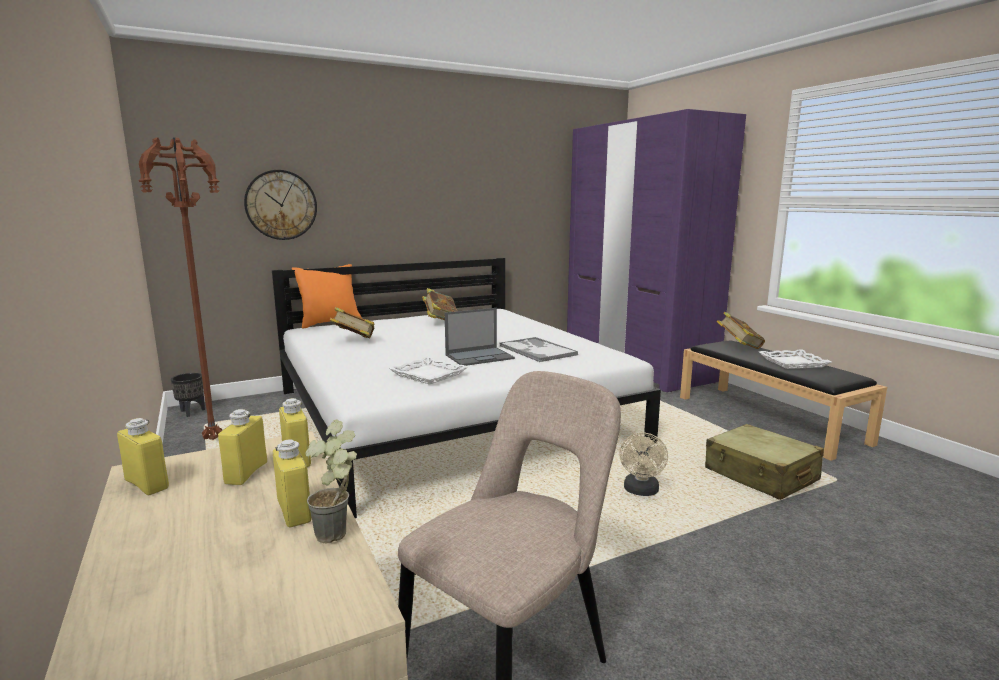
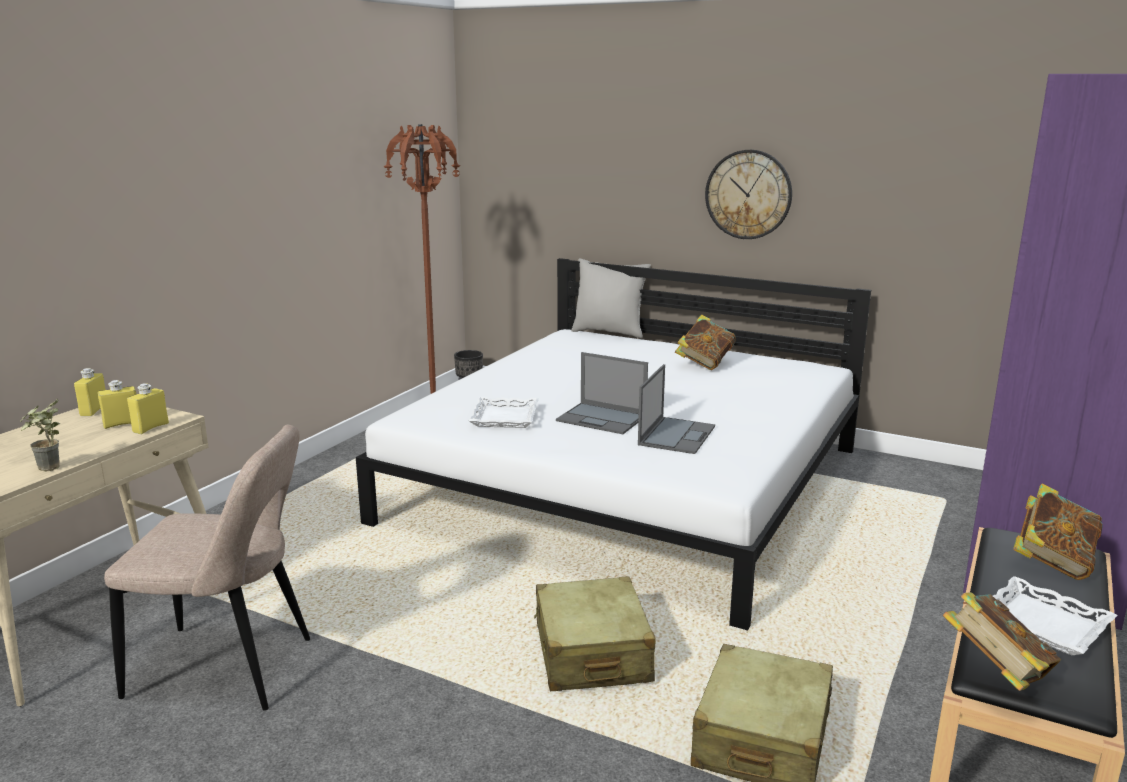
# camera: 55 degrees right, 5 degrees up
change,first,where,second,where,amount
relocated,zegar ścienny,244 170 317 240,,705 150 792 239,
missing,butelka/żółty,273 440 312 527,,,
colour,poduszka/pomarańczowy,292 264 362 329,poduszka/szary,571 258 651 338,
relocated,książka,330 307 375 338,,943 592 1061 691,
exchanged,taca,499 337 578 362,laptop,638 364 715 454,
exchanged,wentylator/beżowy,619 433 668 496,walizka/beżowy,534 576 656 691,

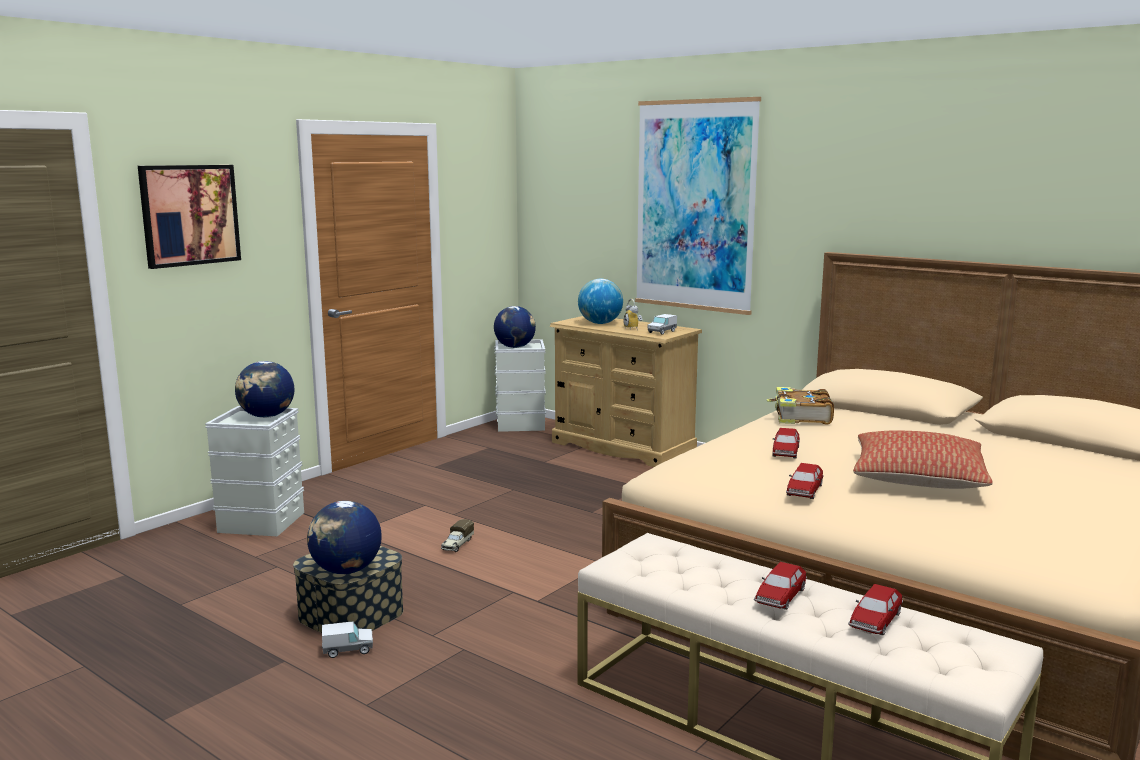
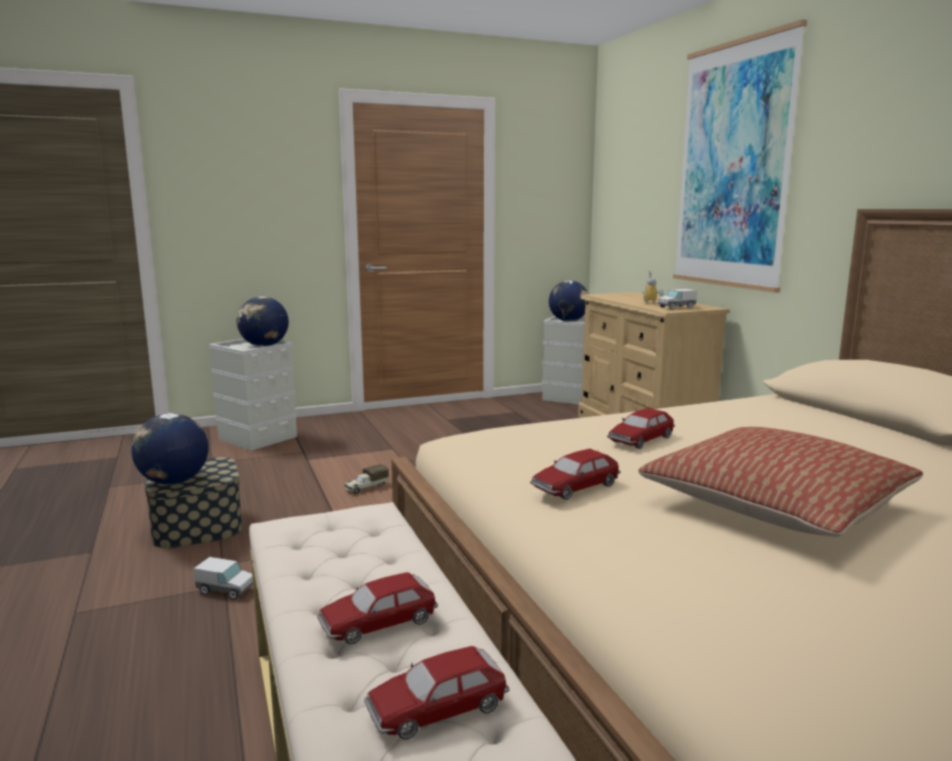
# camera: 30 degrees right, 0 degrees up
change,first,where,second,where,amount
missing,obraz,138 165 241 269,,,
relocated,ciężarówka zabawkowa,322 621 373 658,,193 557 253 599,
missing,globus,578 279 623 324,,,
missing,książka,766 387 834 424,,,

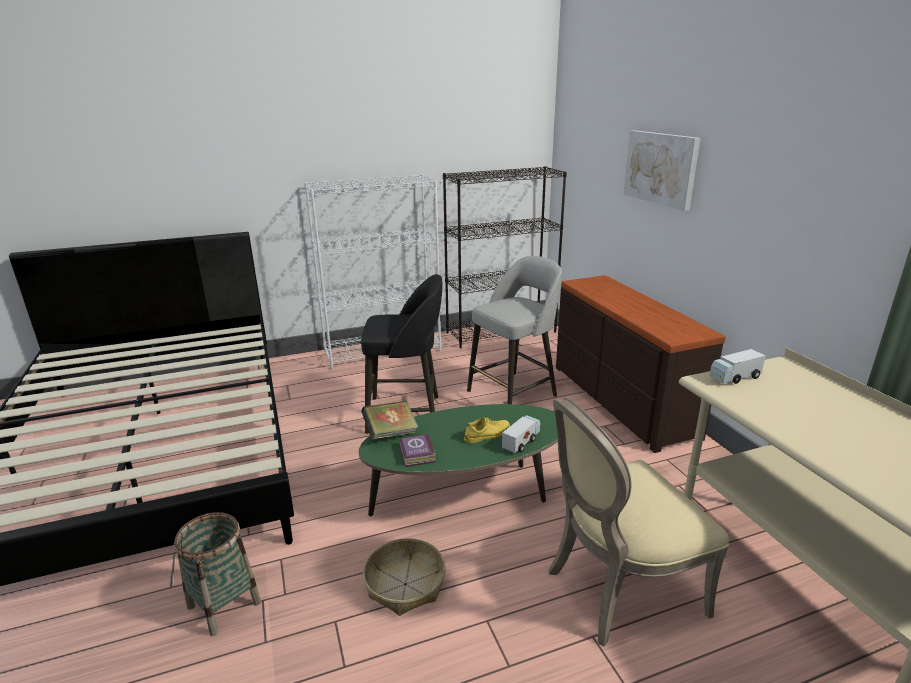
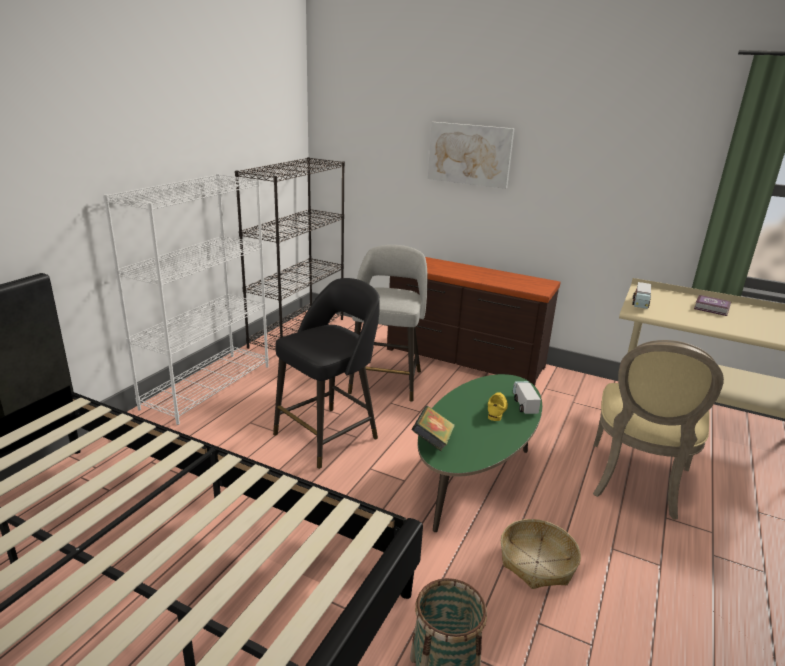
# camera: 45 degrees left, 0 degrees up
change,first,where,second,where,amount
relocated,książka,399 433 436 467,,694 295 732 316,

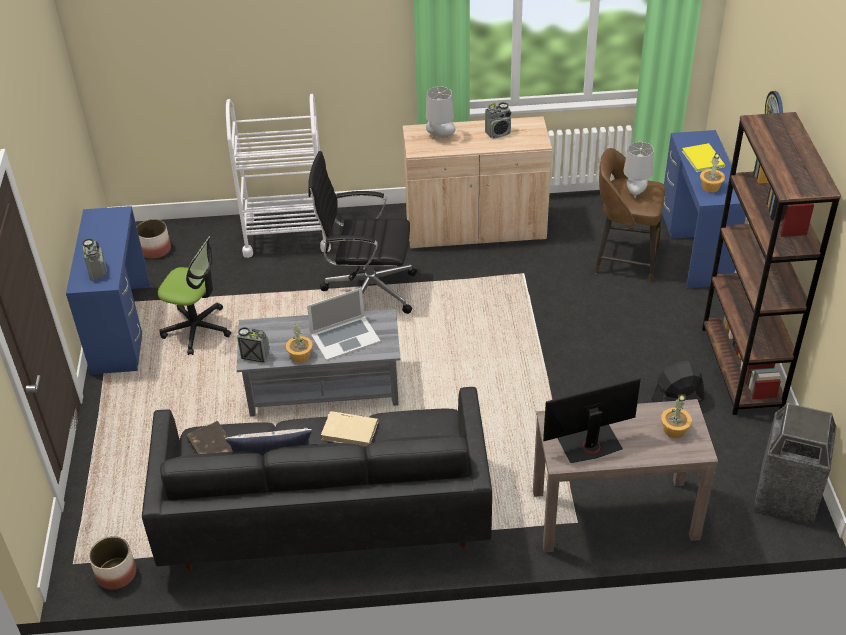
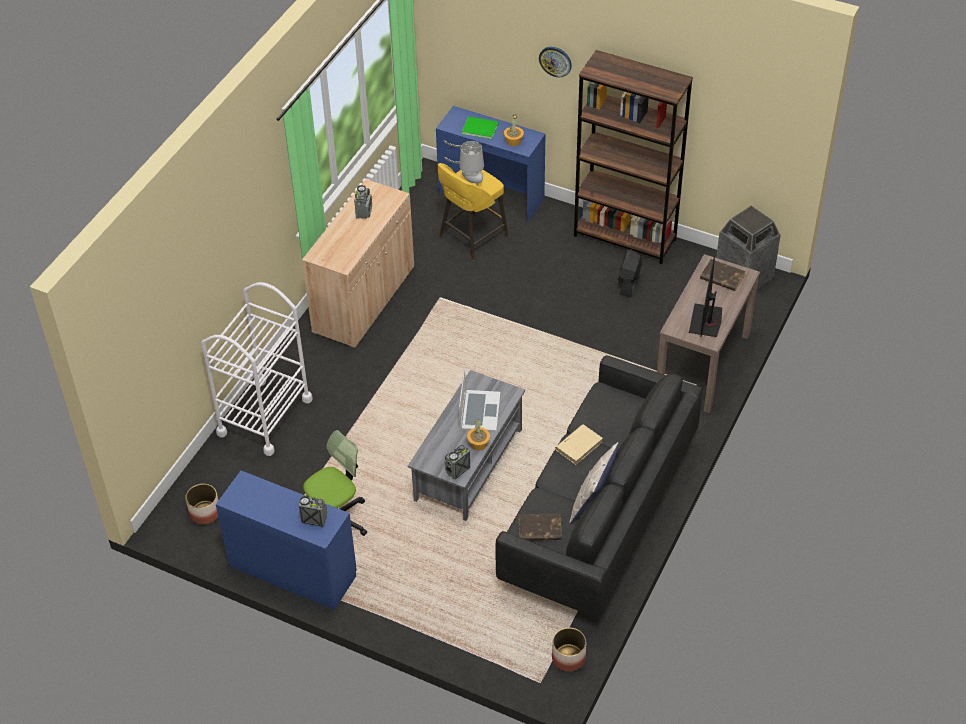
# camera: 60 degrees left, 5 degrees up
change,first,where,second,where,amount
missing,krzesło biurowe/czarny,308 151 417 314,,,
missing,lampa stołowa/szary,426 86 456 139,,,
colour,stołek/brązowy,594 148 665 282,stołek/żółty,438 163 508 260,
exchanged,roślina doniczkowa,661 394 692 438,książka/brązowy,700 259 746 291,
colour,książka/żółty,682 143 725 172,książka/zielony,462 117 499 139,

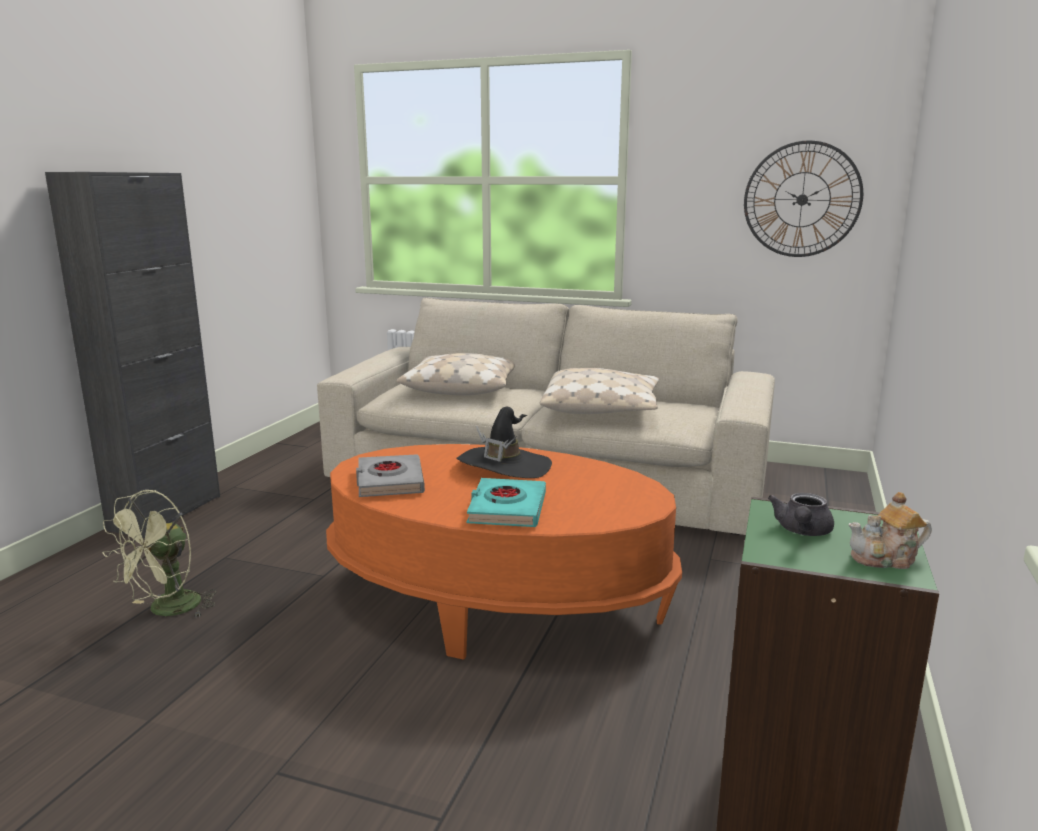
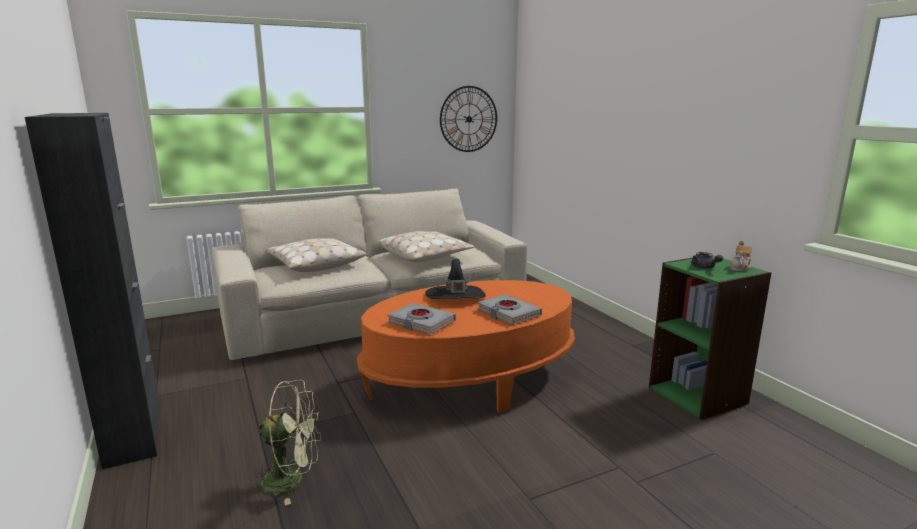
# camera: 45 degrees left, 0 degrees up
change,first,where,second,where,amount
spun,wentylator/zielony,102 490 216 618,,253 380 321 506,75 degrees counterclockwise
colour,książka/turkusowy,466 478 546 527,książka/szary,477 294 542 325,

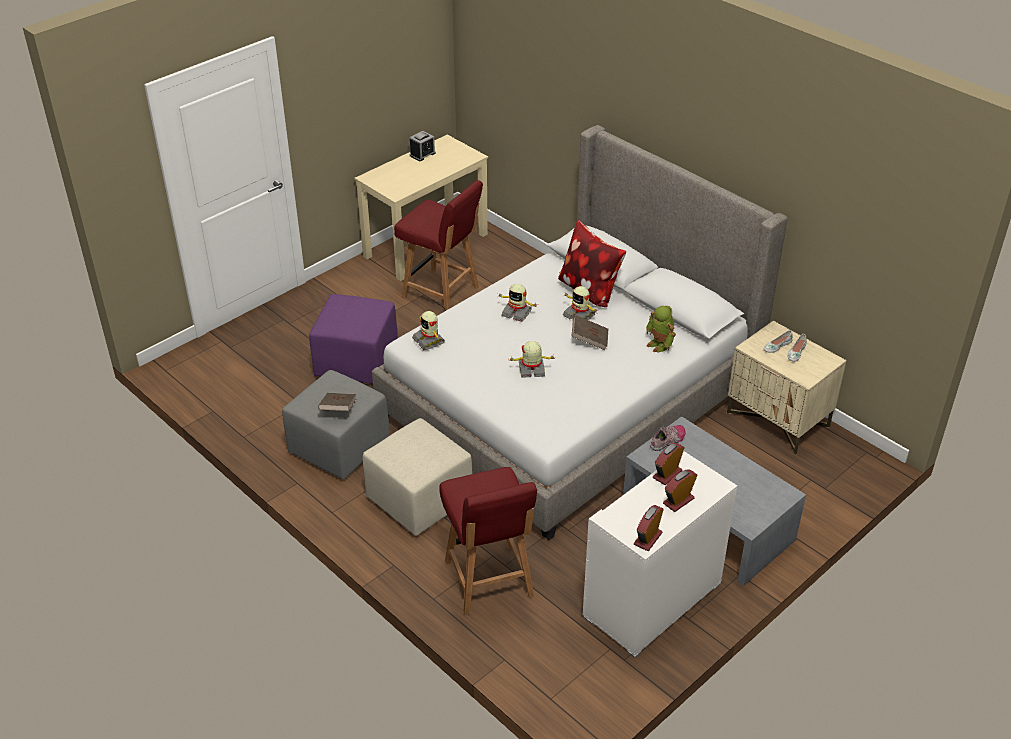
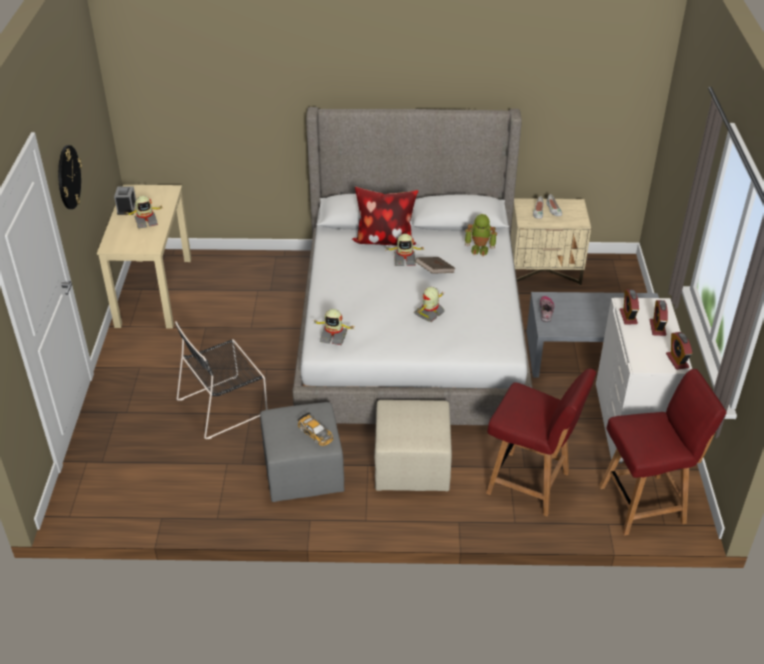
# camera: 45 degrees left, 0 degrees up
change,first,where,second,where,amount
exchanged,pufa/fioletowy,309 294 398 384,krzesło/czarny,175 321 268 439,
exchanged,książka/brązowy,318 393 356 411,samochodzik,297 412 334 446,
relocated,krzesło/czerwony,394 180 483 311,,599 369 726 535,
relocated,robot zabawkowy,497 284 538 322,,126 196 164 229,
appeared,,,zegar ścienny,58 145 82 209,

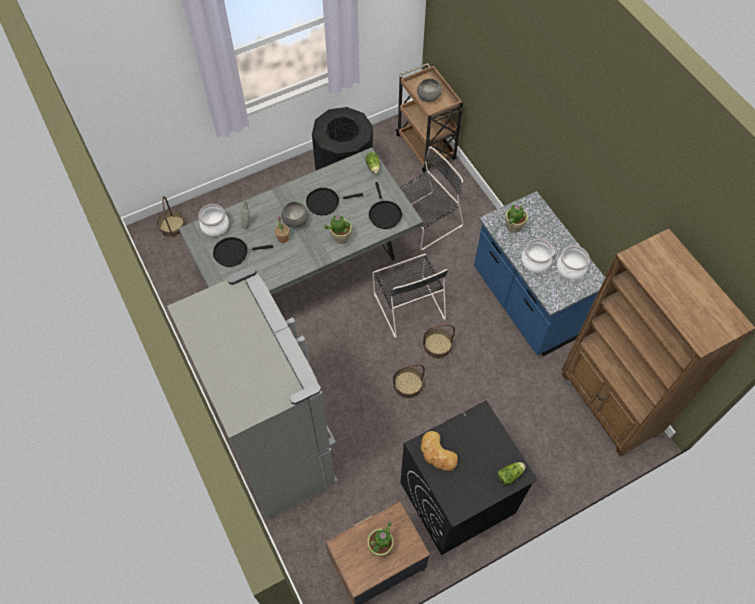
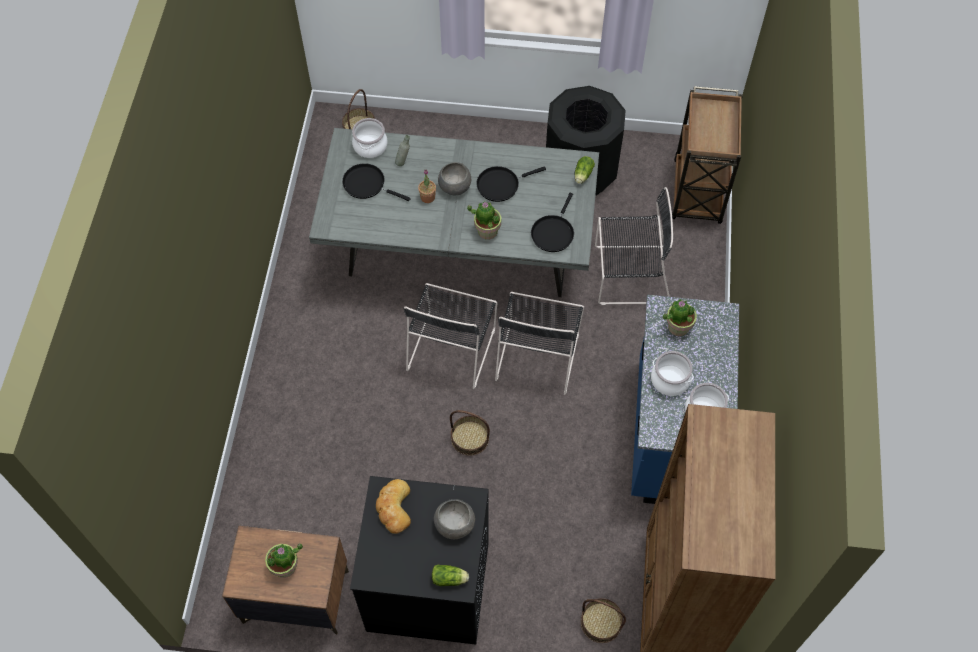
# camera: 35 degrees right, 0 degrees up
change,first,where,second,where,amount
missing,lodówka/szary,167 266 338 519,,,
spun,patelnia/czarny,306 188 363 215,,476 166 546 202,45 degrees counterclockwise
relocated,miska/szary,417 78 442 102,,434 499 475 539,
relocated,koszyk,423 324 455 359,,581 598 626 643,
appeared,,,krzesło/czarny,403 283 497 389,

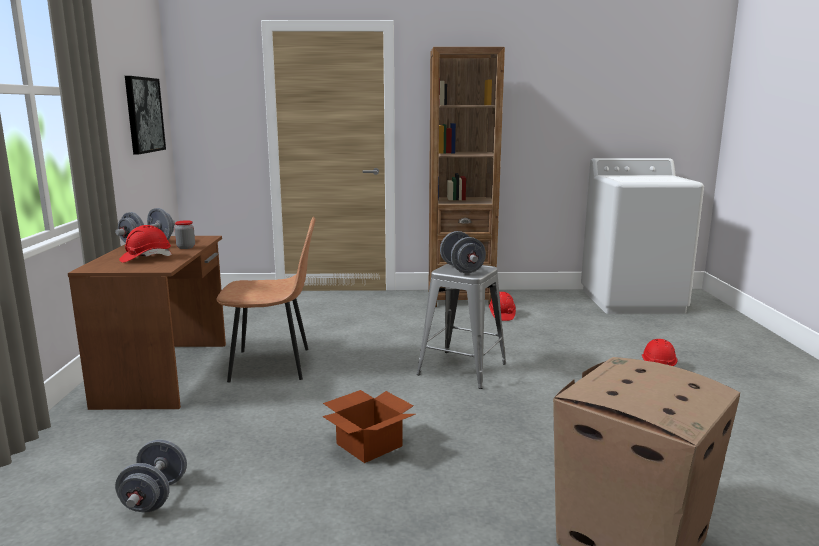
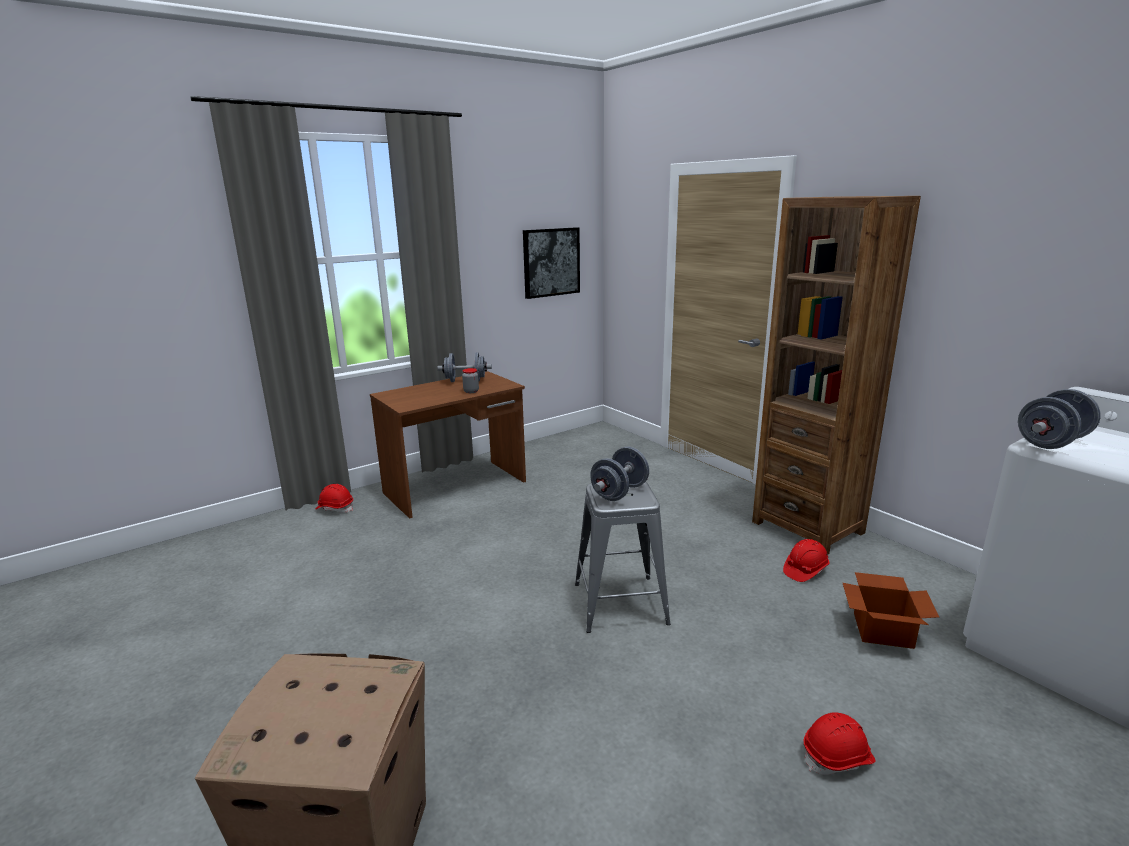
# camera: 55 degrees right, 5 degrees up
change,first,where,second,where,amount
relocated,hantel/szary,115 440 187 512,,1018 389 1101 449,
relocated,kask/czerwony,119 225 171 263,,316 484 353 513,
missing,krzesło/brązowy,217 217 316 383,,,
relocated,karton,322 390 415 463,,843 572 939 649,

